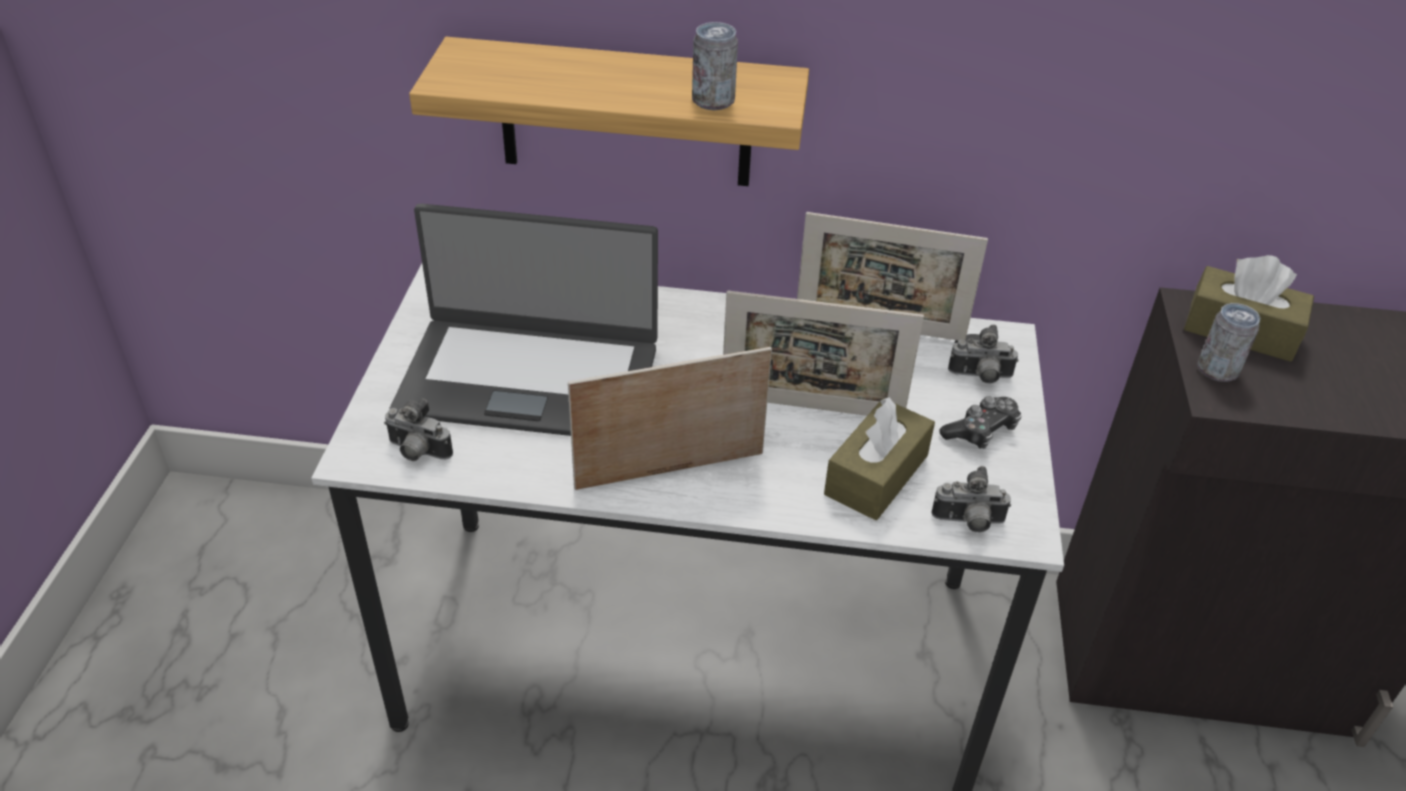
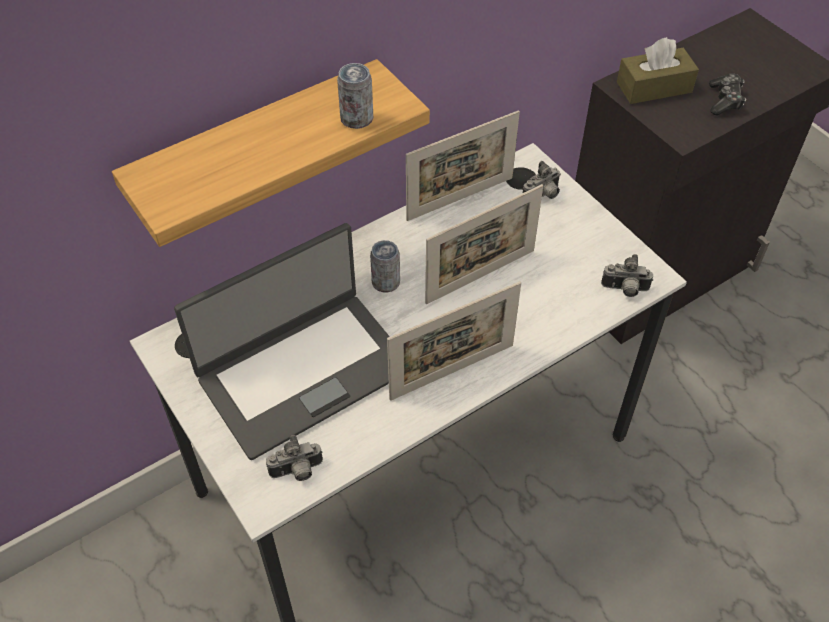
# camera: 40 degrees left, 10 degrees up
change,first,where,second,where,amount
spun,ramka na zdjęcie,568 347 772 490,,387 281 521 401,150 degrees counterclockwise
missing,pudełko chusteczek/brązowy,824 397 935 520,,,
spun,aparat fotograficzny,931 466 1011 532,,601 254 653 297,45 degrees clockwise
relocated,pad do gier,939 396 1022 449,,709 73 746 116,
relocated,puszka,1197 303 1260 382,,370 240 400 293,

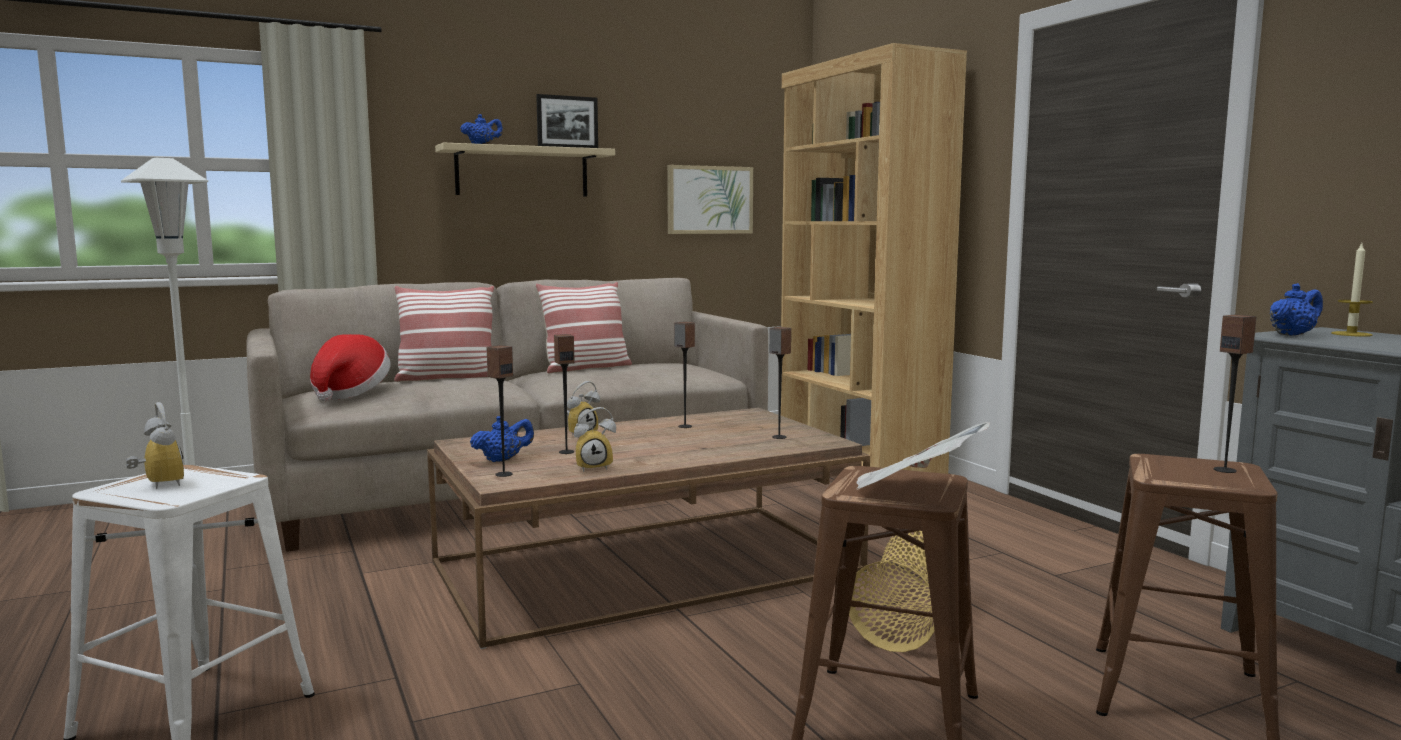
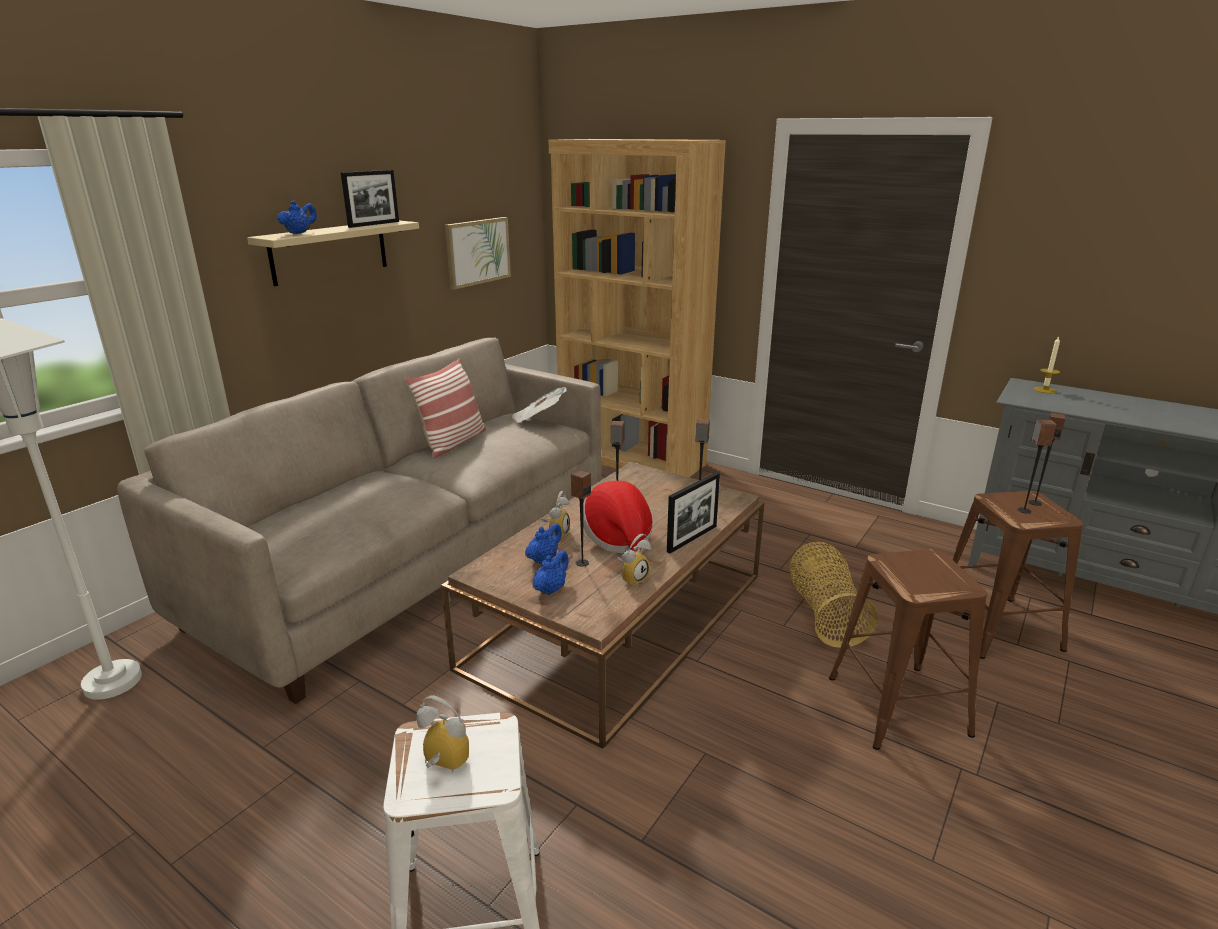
# camera: 30 degrees left, 15 degrees up
change,first,where,second,where,amount
relocated,kapelusz,310 334 390 401,,583 481 653 553,
missing,poduszka,394 286 494 382,,,
relocated,głośnik,486 345 513 477,,1017 419 1057 514,
relocated,gazeta,856 422 990 490,,512 387 567 423,
relocated,imbryk/niebieski,1270 283 1323 336,,525 523 562 564,
appeared,,,ramka na zdjęcie,667 472 720 553,

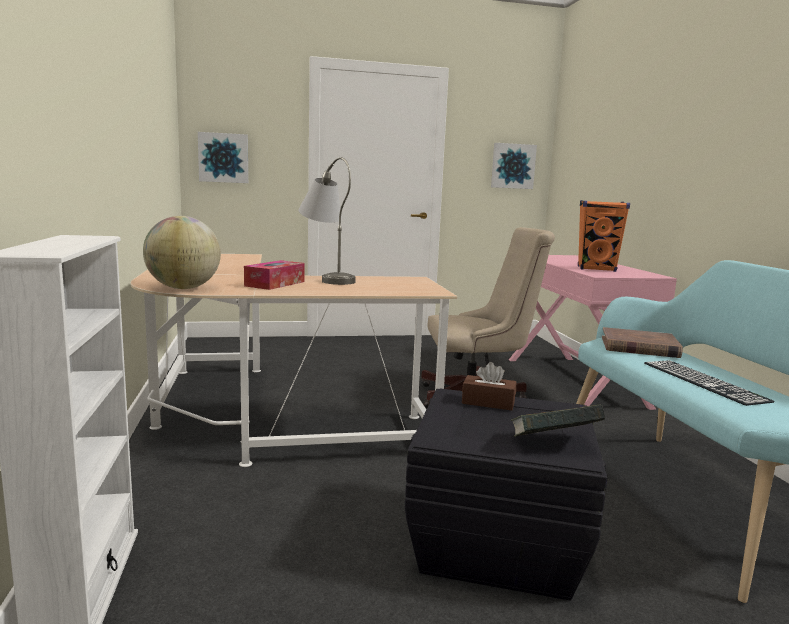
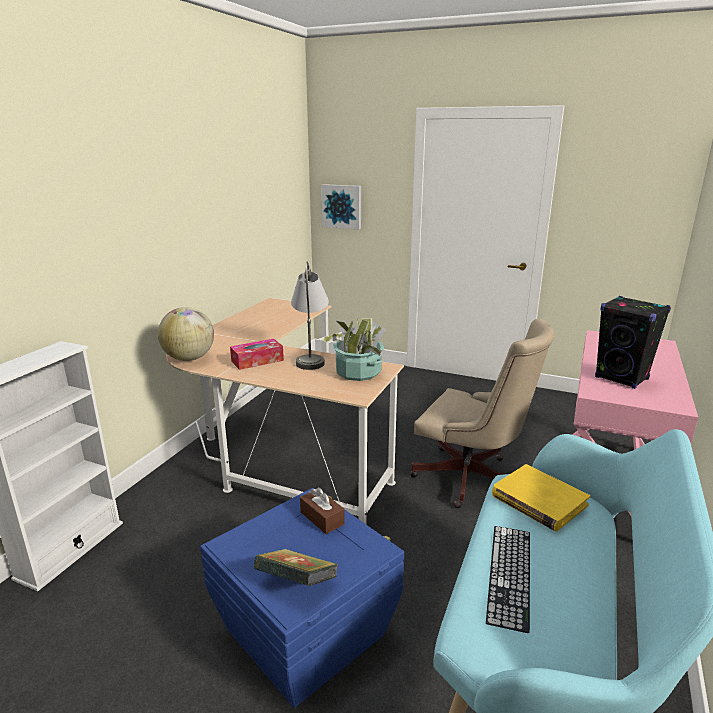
# camera: 35 degrees right, 10 degrees up
change,first,where,second,where,amount
colour,pojemnik do przechowywania/czarny,405 388 607 601,pojemnik do przechowywania/niebieski,200 488 404 708,
missing,obraz,491 143 537 189,,,
colour,głośnik/pomarańczowy,578 200 630 272,głośnik/czarny,595 296 671 389,
colour,książka/brązowy,602 327 683 358,książka/żółty,492 464 590 531,
appeared,,,roślina doniczkowa,319 316 386 381,

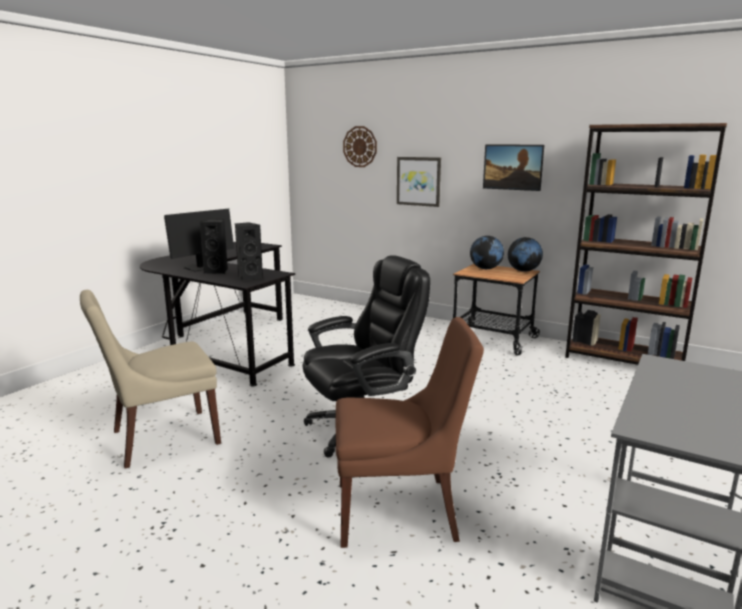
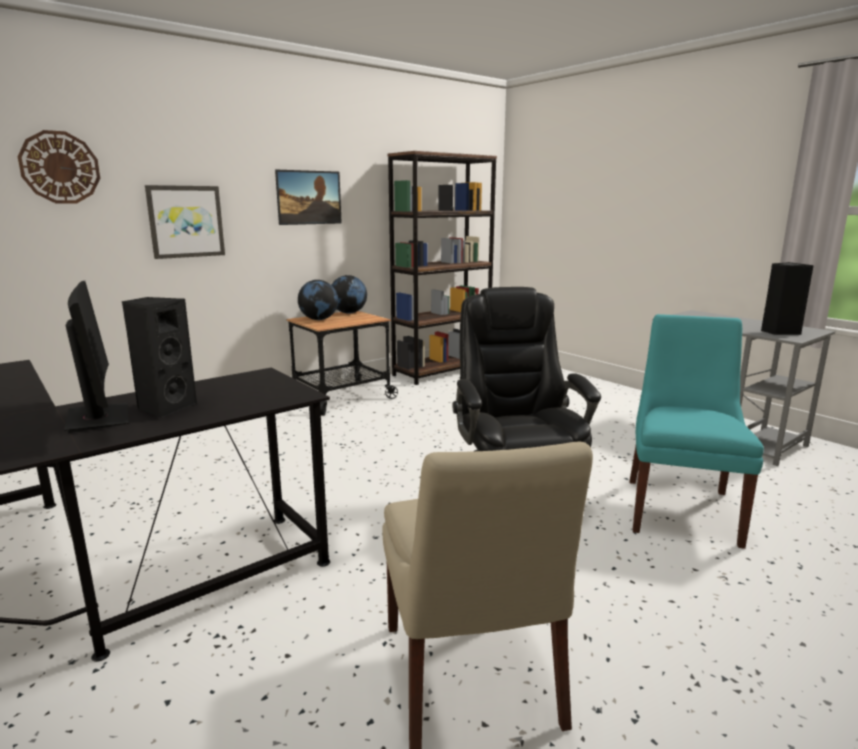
# camera: 70 degrees left, 0 degrees up
change,first,where,second,where,amount
relocated,głośnik/czarny,235 222 263 281,,761 262 814 335,
colour,krzesło/brązowy,336 317 484 548,krzesło/turkusowy,629 314 764 549,

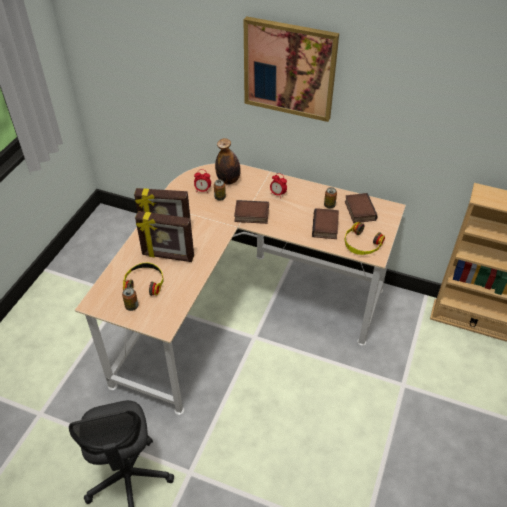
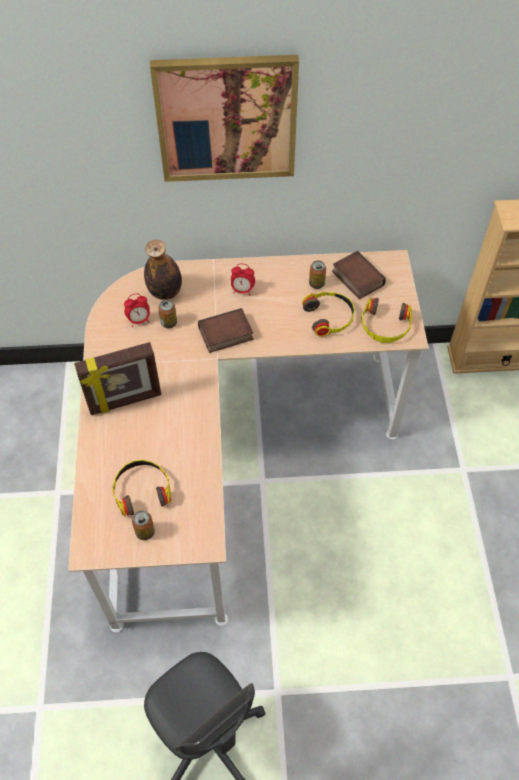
# camera: 25 degrees left, 10 degrees up
change,first,where,second,where,amount
missing,ramka na zdjęcie,135 211 194 262,,,
exchanged,książka,312 208 339 239,słuchawki,302 292 355 337,

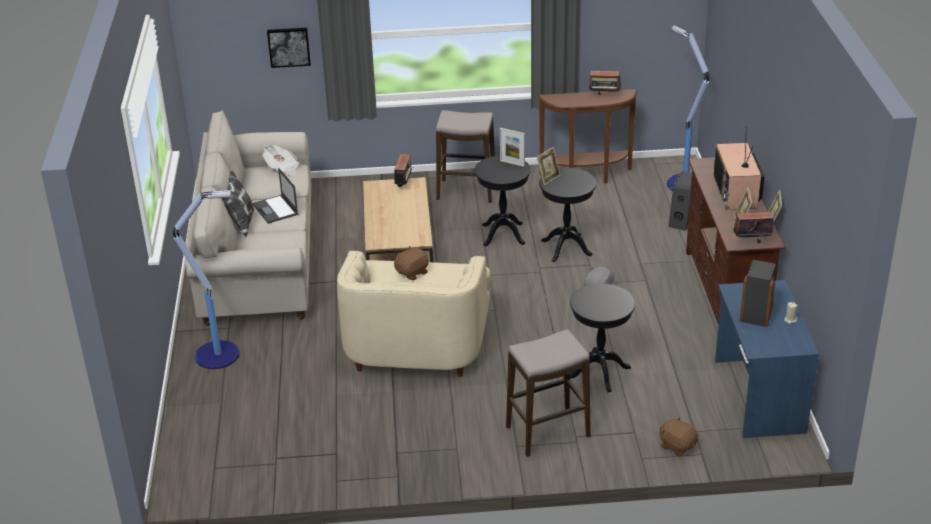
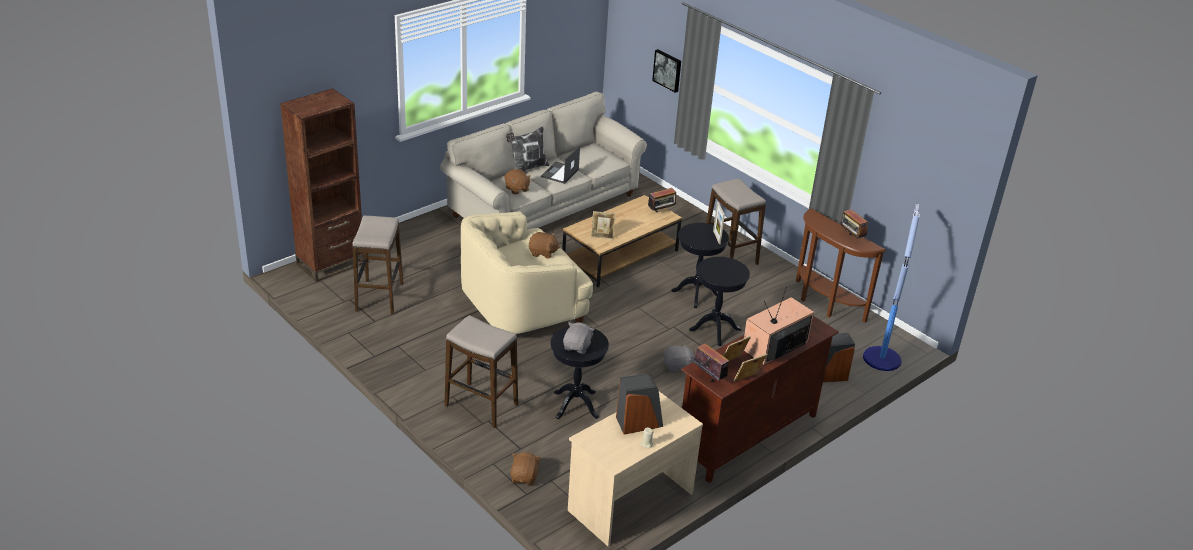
# camera: 50 degrees right, 0 degrees up
change,first,where,second,where,amount
missing,lampa stojąca,173 190 240 369,,,
missing,gazeta,262 145 300 175,,,
relocated,ramka na zdjęcie,537 147 561 185,,591 211 616 239,
colour,biurko/niebieski,715 280 819 438,biurko/beżowy,568 391 703 547,
appeared,,,regał/brązowy,280 88 365 282,
appeared,,,stołek,352 216 403 314,
appeared,,,pluszak/brązowy,505 169 531 195,
appeared,,,pluszak/szary,563 322 595 354,

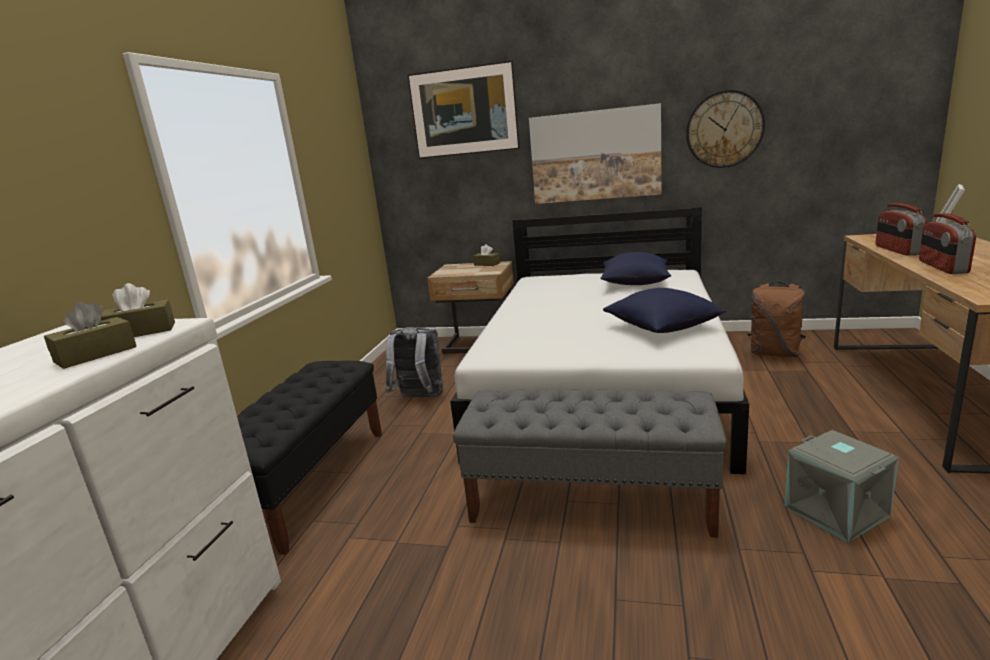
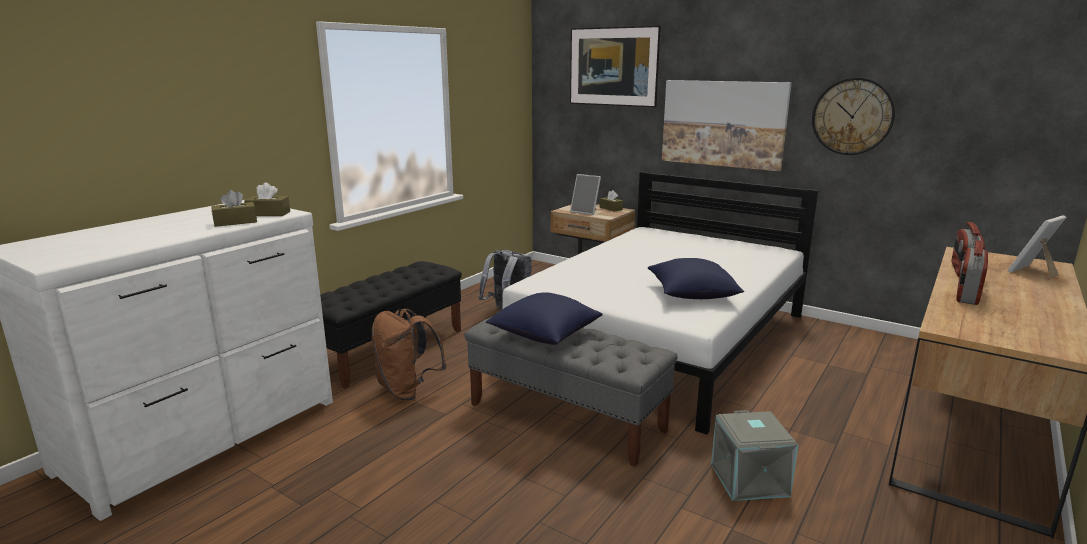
# camera: 20 degrees right, 0 degrees up
change,first,where,second,where,amount
relocated,poduszka/niebieski,600 252 671 285,,486 292 602 345,
relocated,plecak/brązowy,748 282 806 357,,371 309 447 400,
appeared,,,ramka na zdjęcie,570 174 601 215,

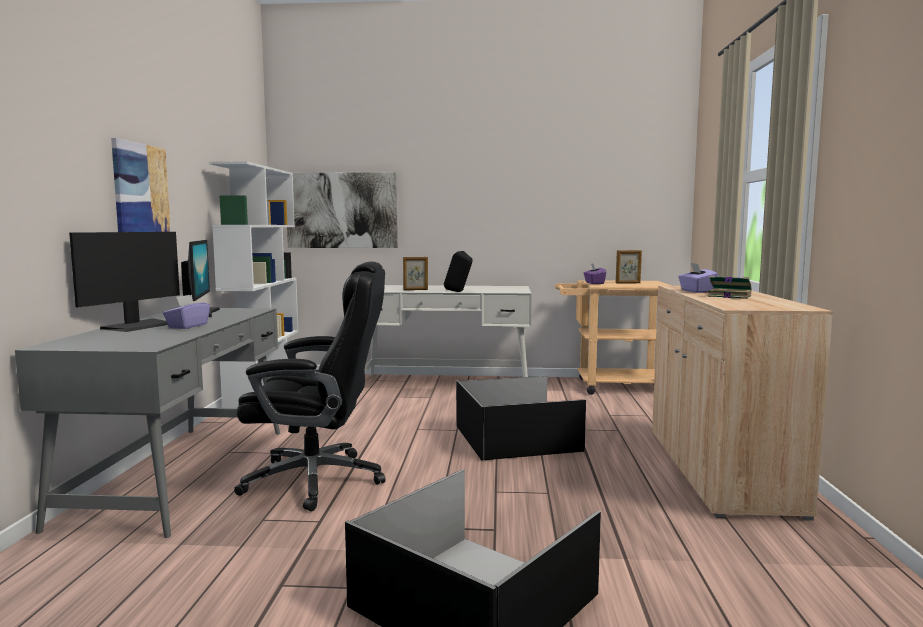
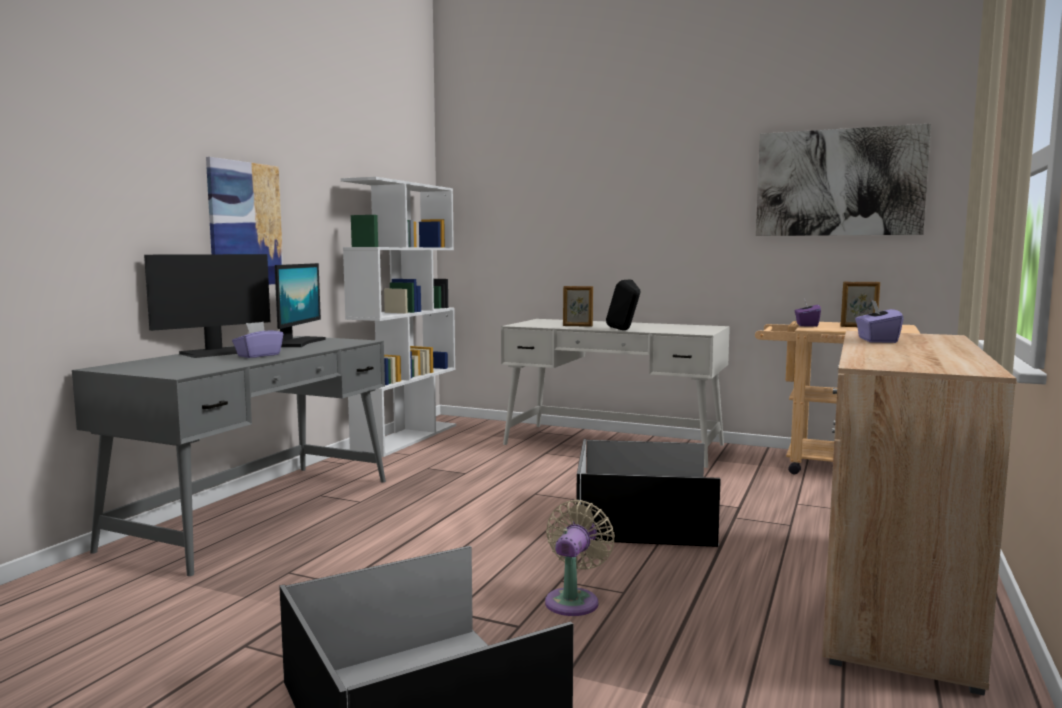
# camera: 20 degrees right, 0 degrees up
change,first,where,second,where,amount
missing,krzesło biurowe/czarny,234 261 386 511,,,
relocated,obraz,287 172 398 248,,756 124 931 236,
missing,książka,704 276 752 299,,,
appeared,,,wentylator/beżowy,545 500 615 616,

